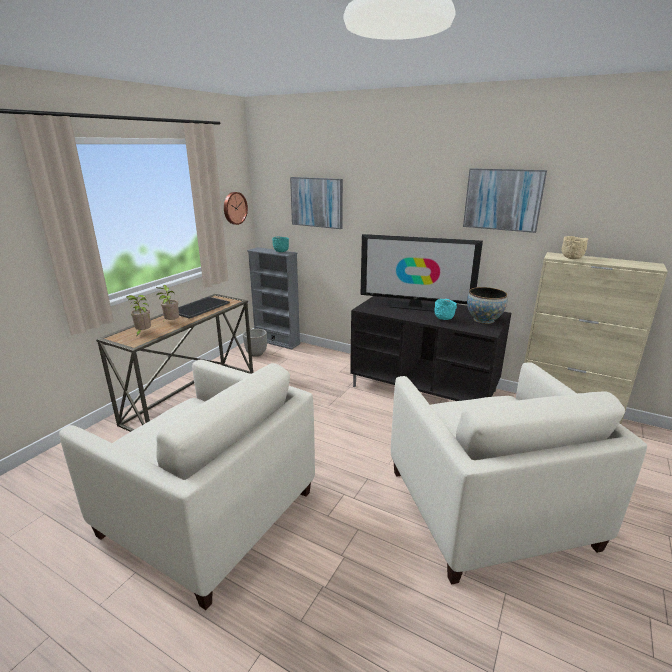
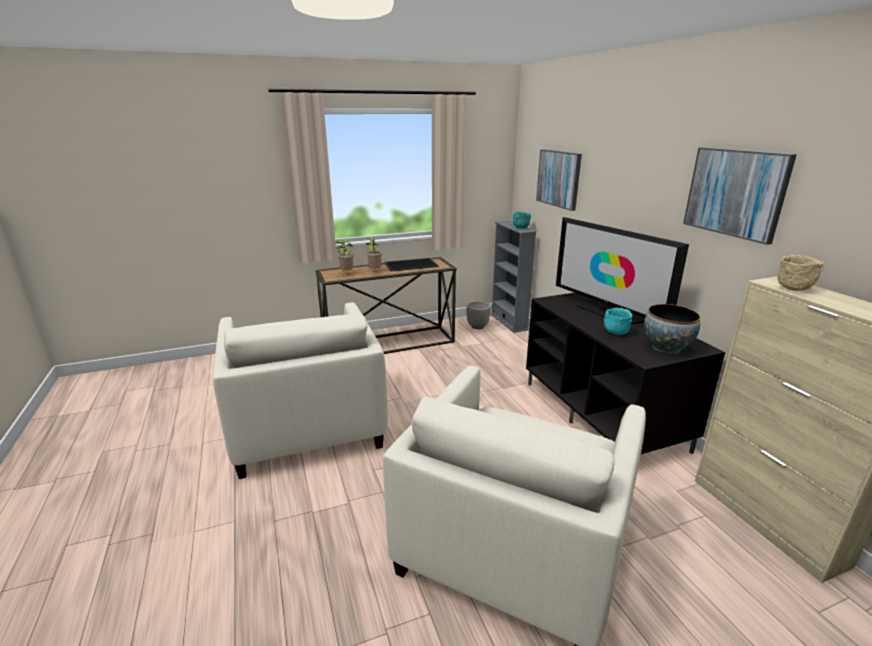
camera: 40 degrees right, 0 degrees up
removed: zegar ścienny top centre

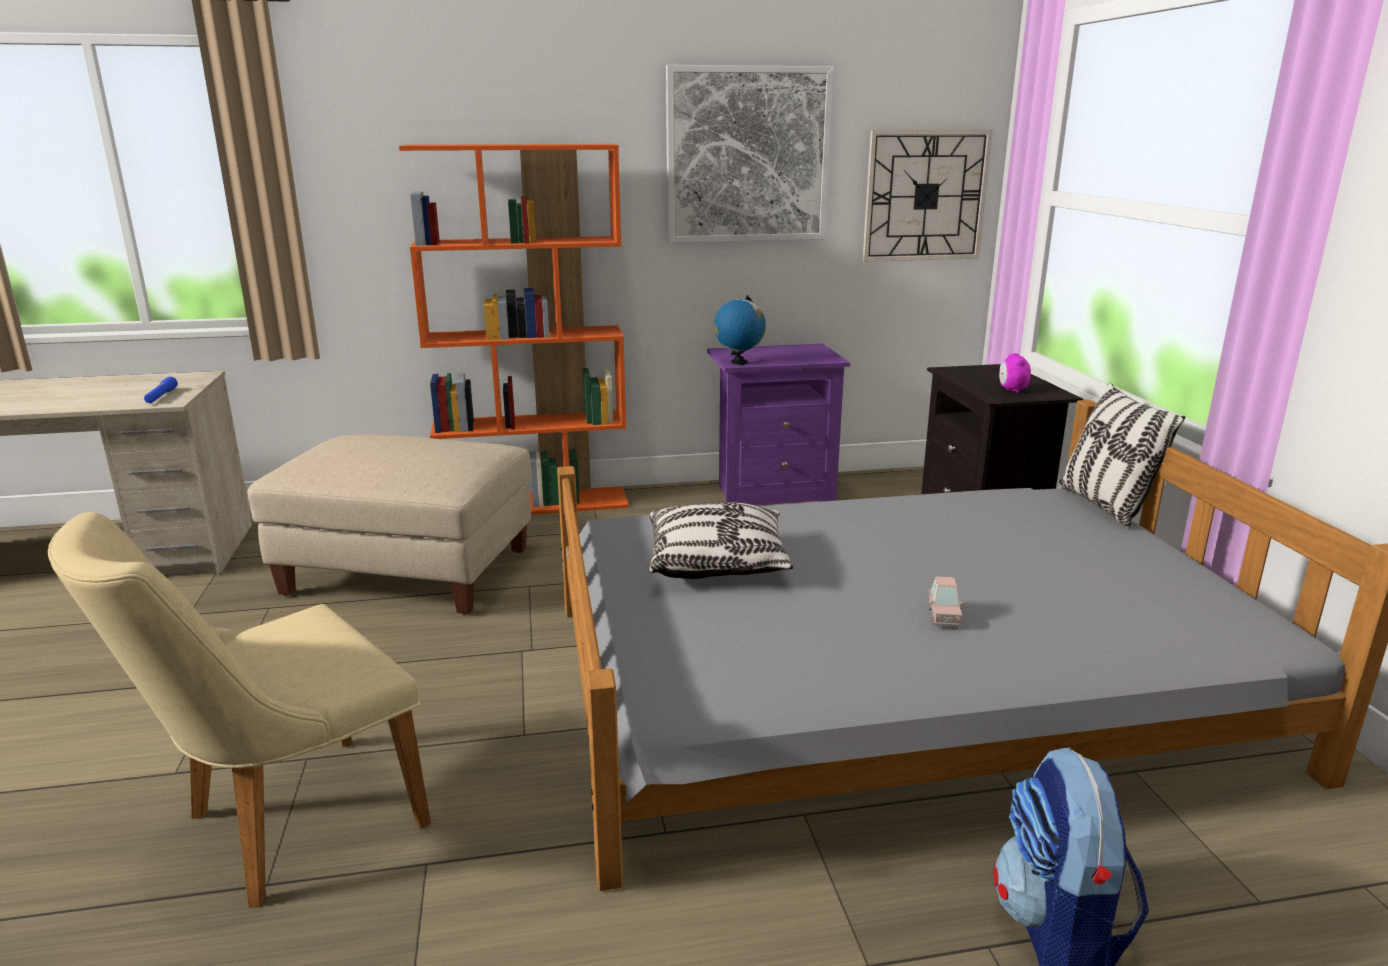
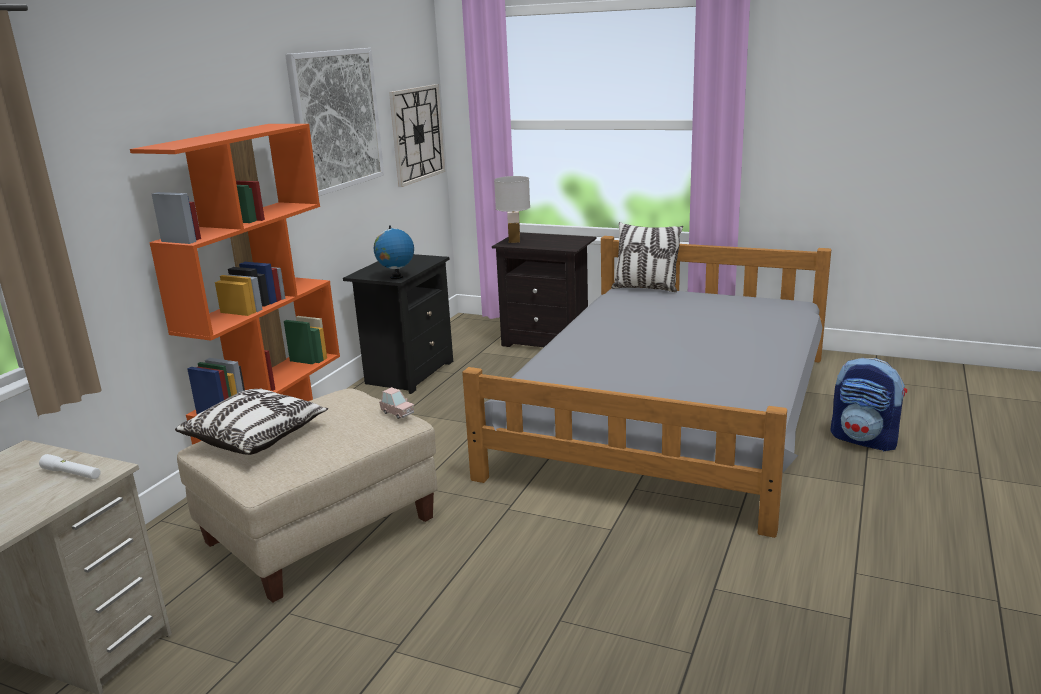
camera: 55 degrees left, 0 degrees up
removed: krzesło [beżowy] bottom left; budzik middle right
added: lampa stołowa [biały] top centre
moved: poduszka (1st from left) centre to middle left; samochodzik [różowy] middle right to centre
recoloured: latarka [niebieski] middle left to latarka [biały] bottom left; szafka nocna [fioletowy] centre to szafka nocna [czarny] (1st from left) centre

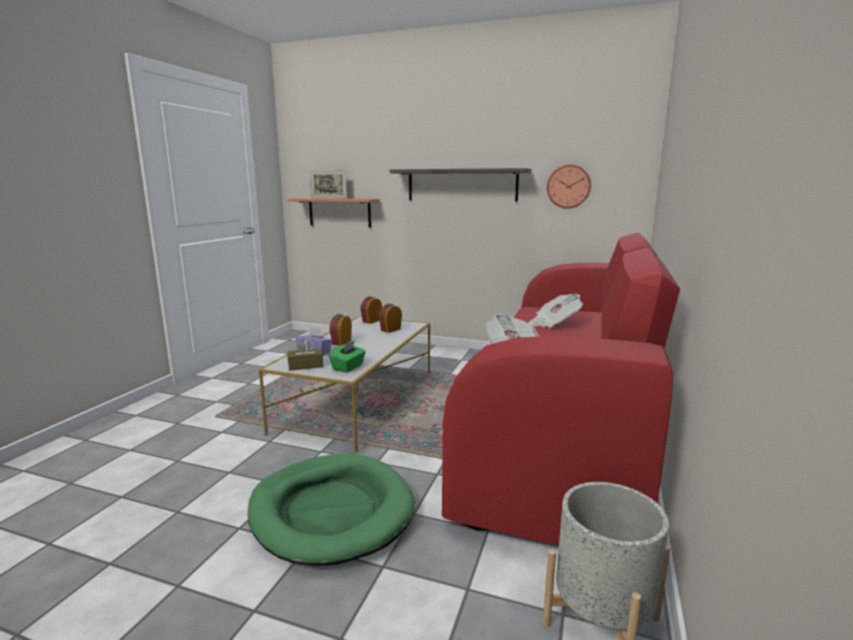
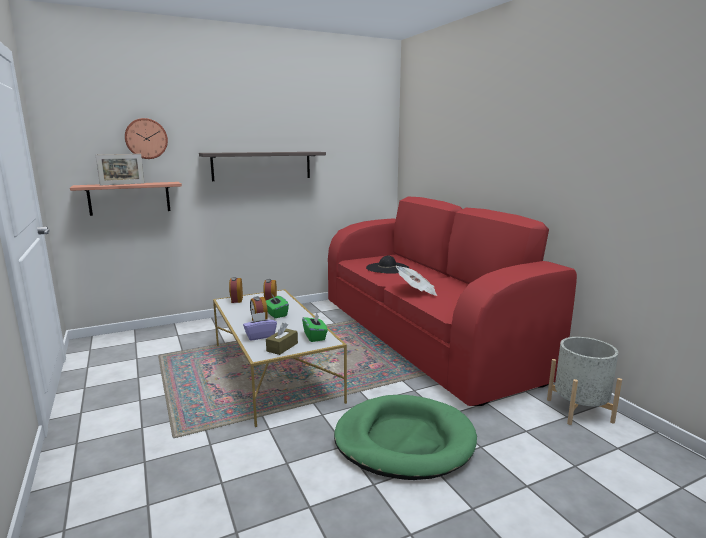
camera: 45 degrees left, 0 degrees up
added: pudełko chusteczek [zielony] (1st from left) centre
moved: zegar ścienny top right to top left
replaced: gazeta (2nd from left) centre to kapelusz [czarny] centre

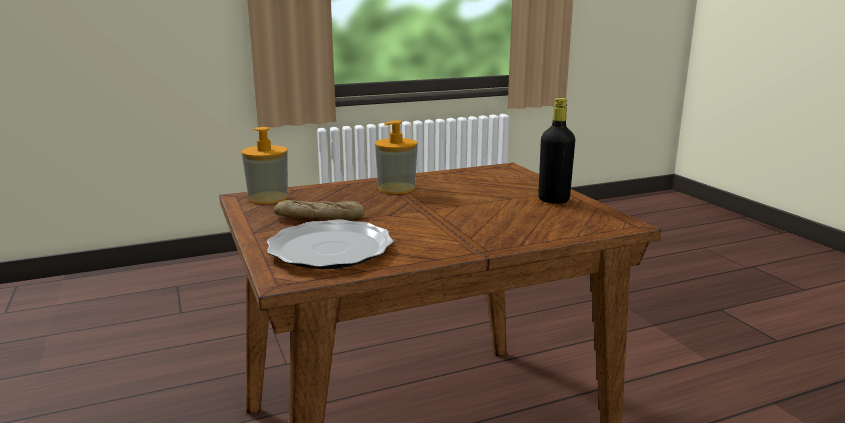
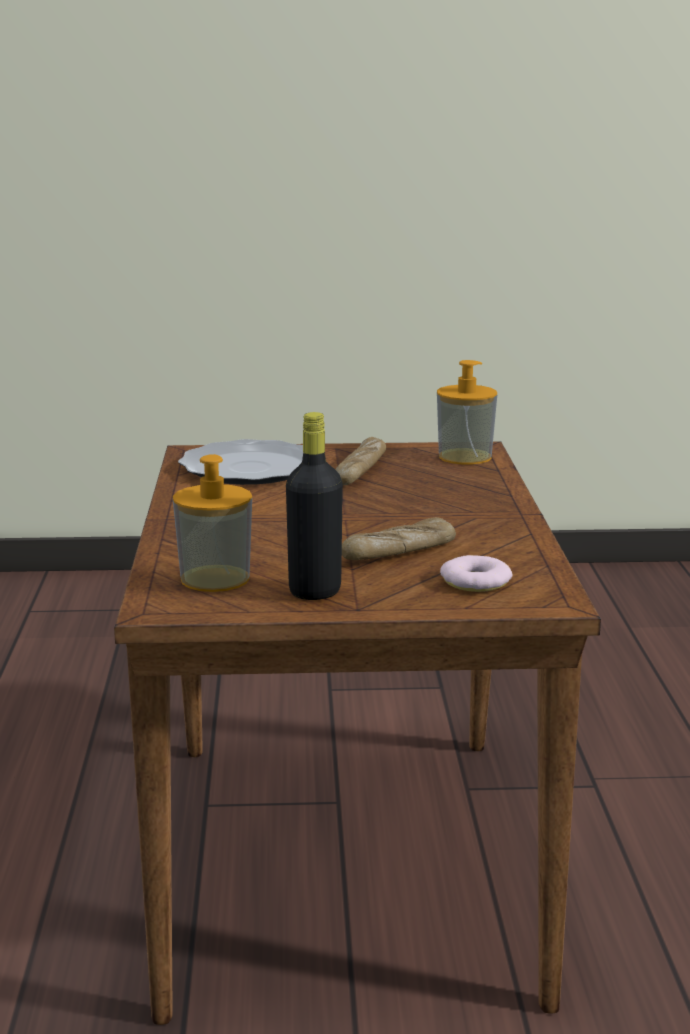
camera: 110 degrees right, 0 degrees up
added: chleb (2nd from left) centre; donut middle right
moved: dozownik mydła (2nd from left in the first image) centre to dozownik mydła (1st from left) middle left

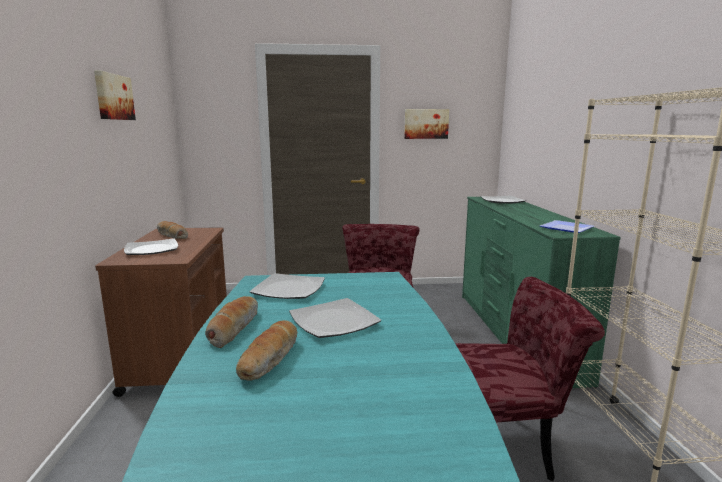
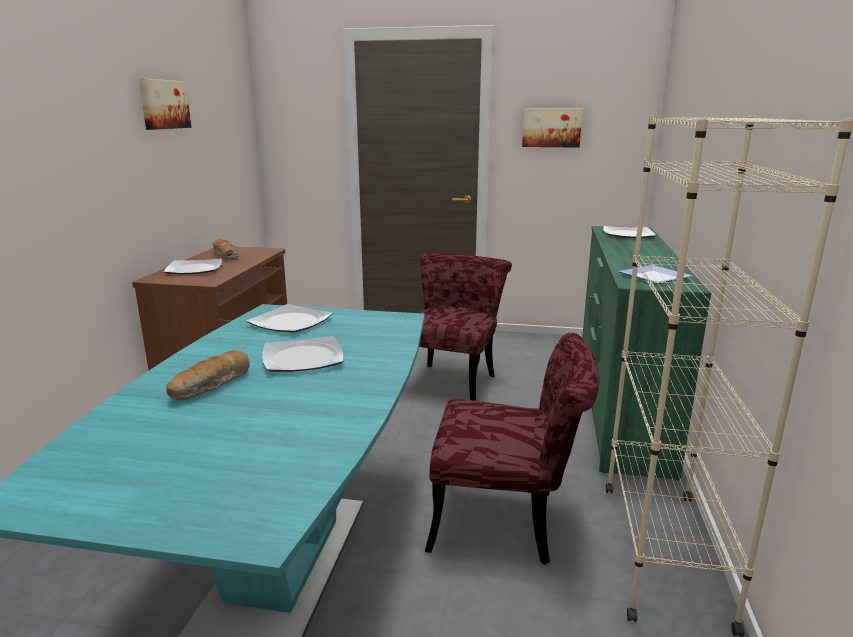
camera: 15 degrees right, 5 degrees up
removed: chleb (2nd from left) bottom left

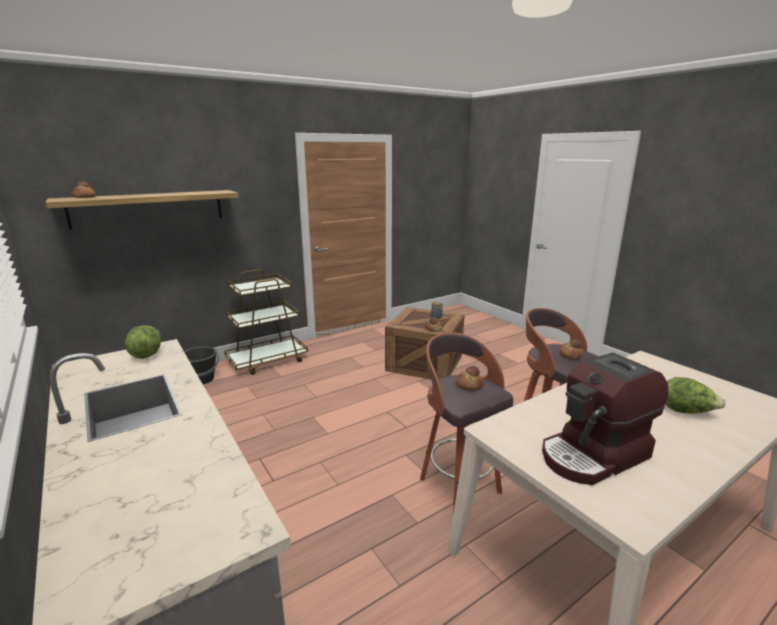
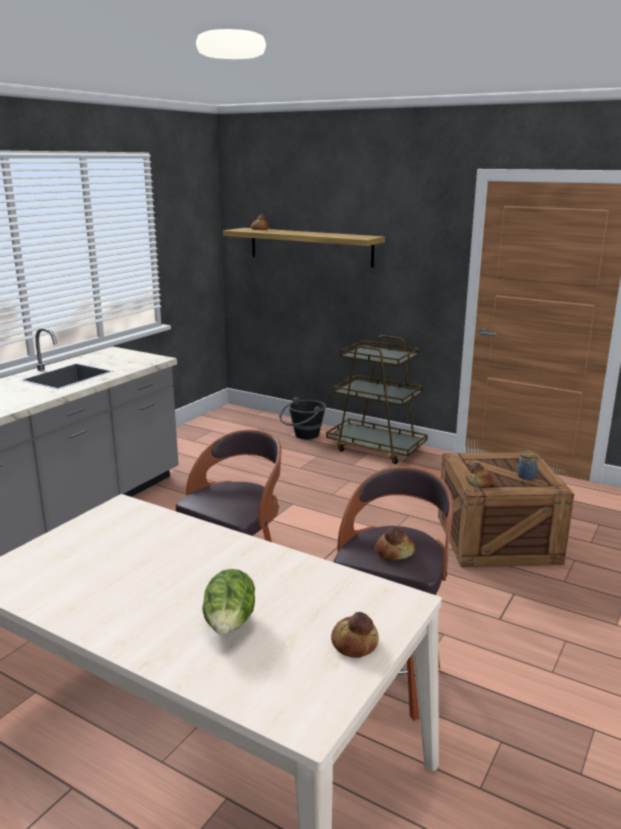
camera: 65 degrees right, 0 degrees up
removed: sałata (1st from left) middle left; ekspres do kawy bottom right
moved: chleb (3rd from left in the first image) centre to chleb (2nd from left) bottom centre

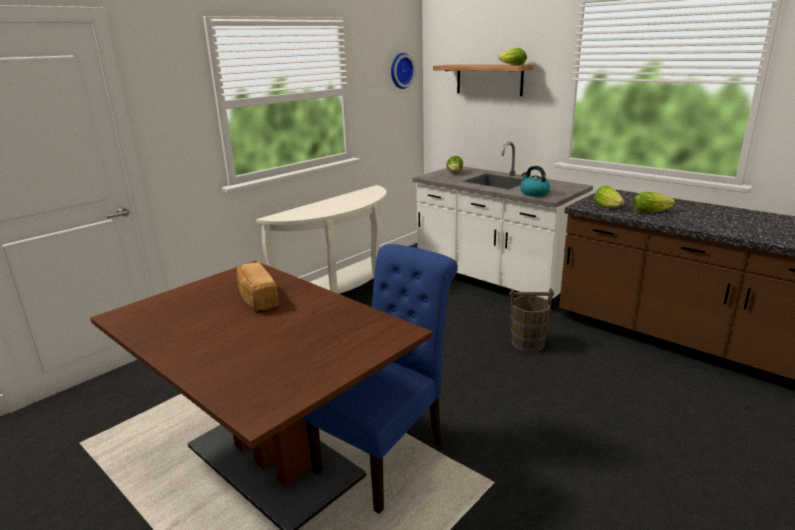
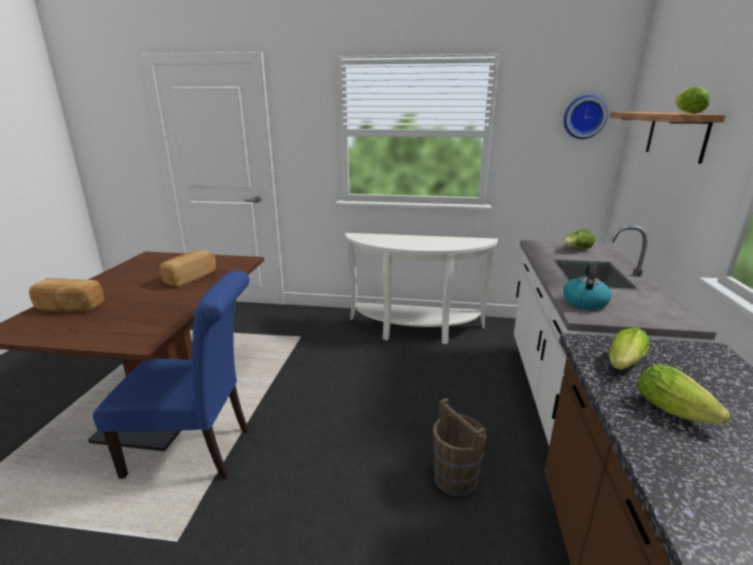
camera: 55 degrees right, 0 degrees up
added: chleb (1st from left) middle left

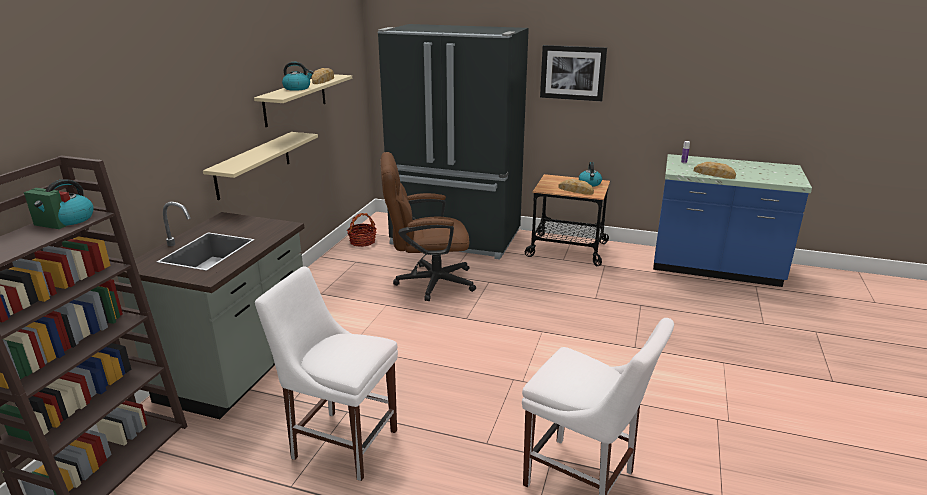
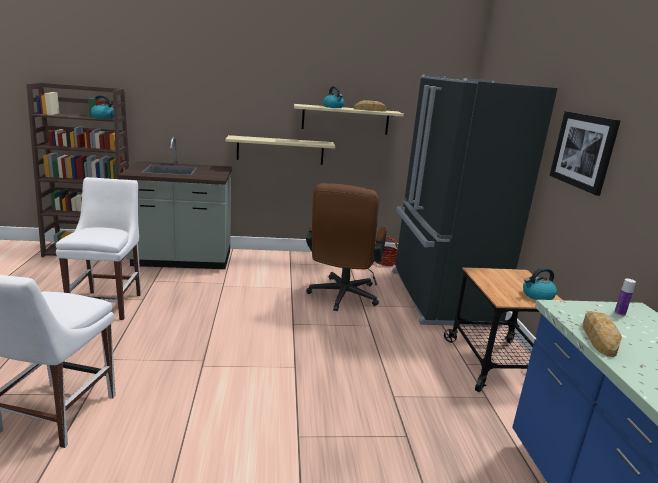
camera: 65 degrees right, 5 degrees down
removed: chleb (2nd from left) centre
turned: krzesło biurowe [brązowy] centre = centre 135 degrees counterclockwise

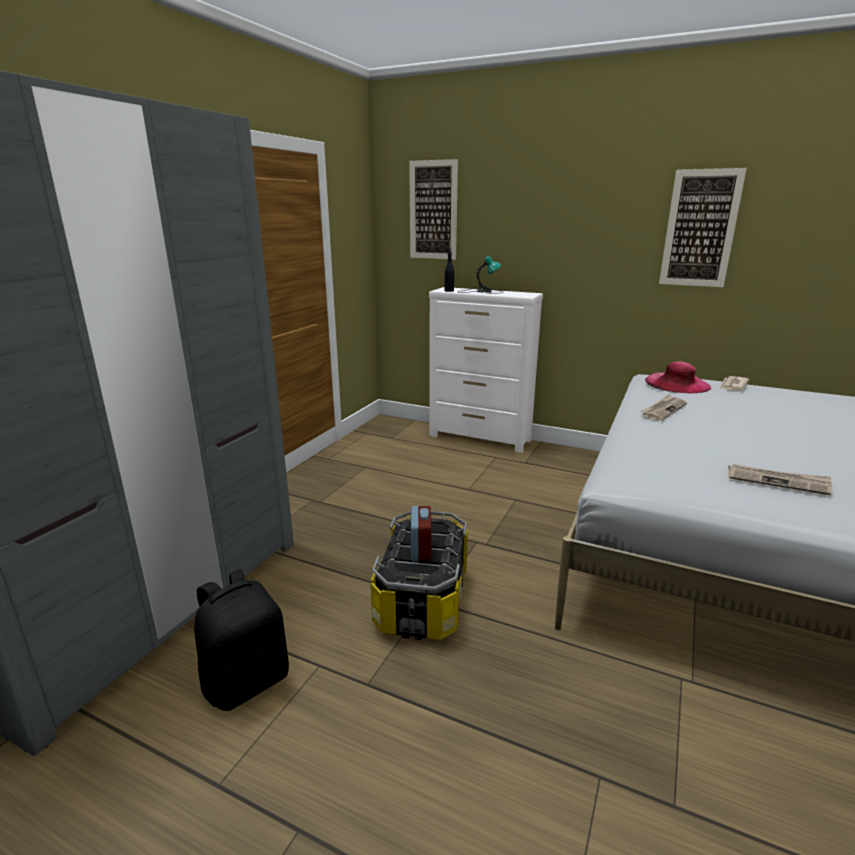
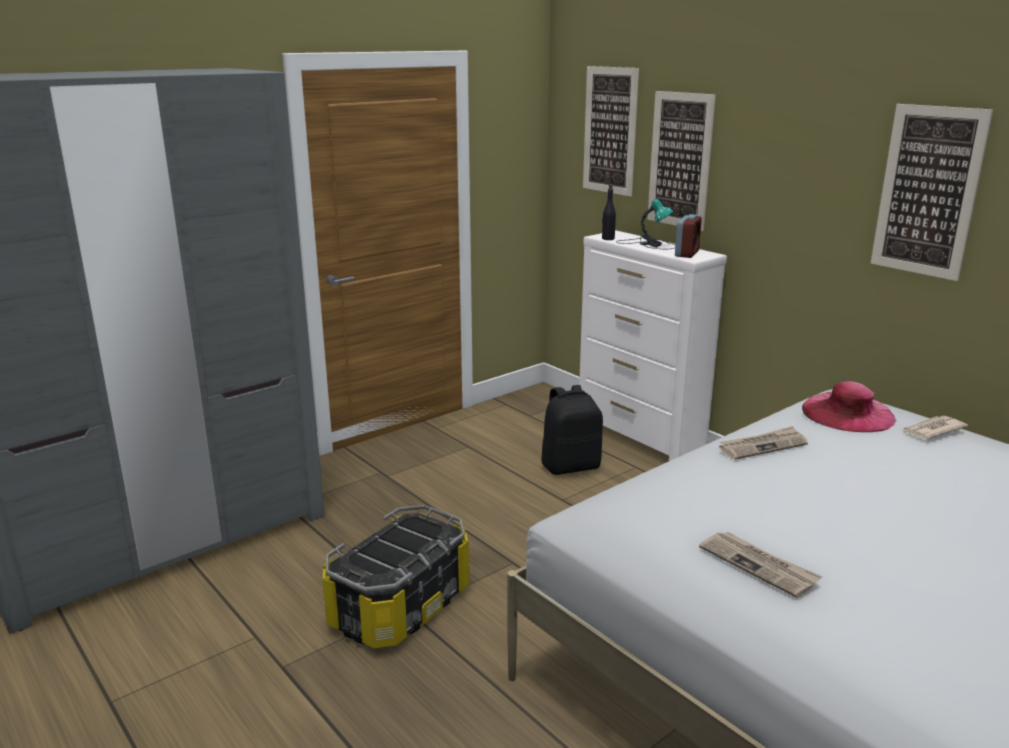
camera: 25 degrees right, 0 degrees up
added: obraz (2nd from left) top right
moved: plecak [czarny] bottom left to centre; budzik centre to top right

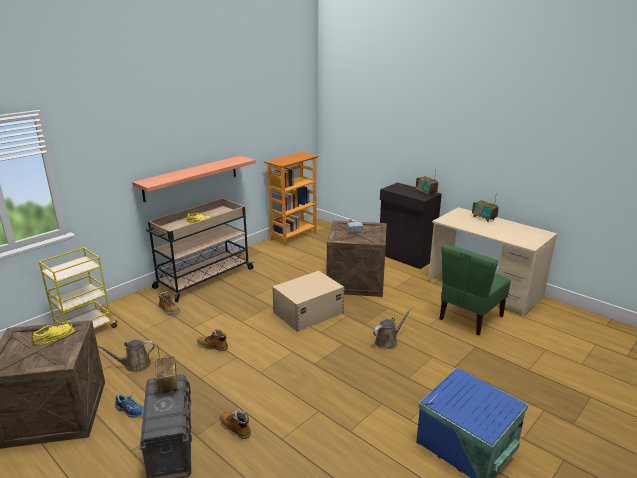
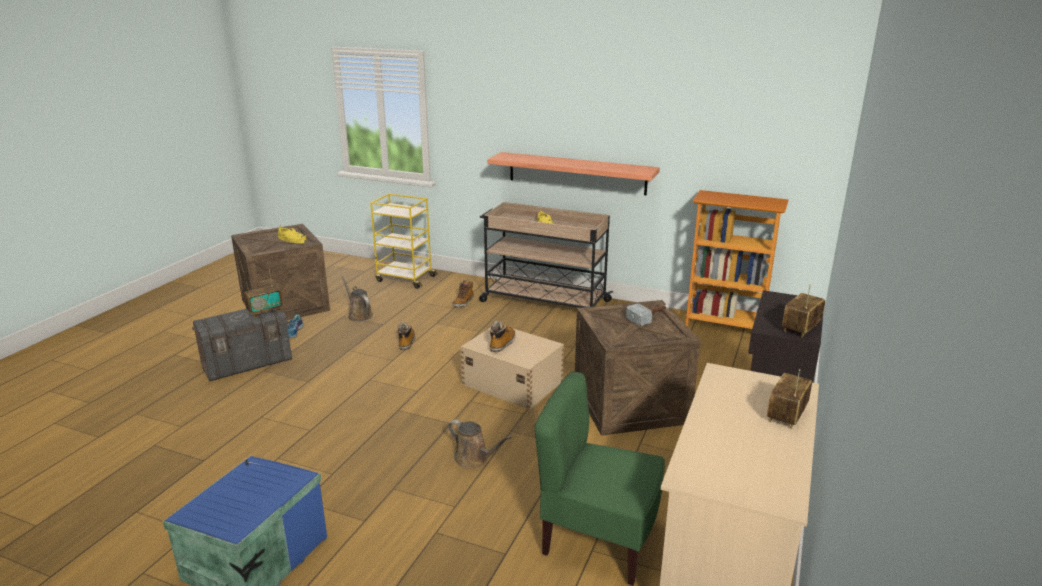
camera: 70 degrees right, 0 degrees up
moved: but z cholewką (3rd from left) bottom centre to centre

